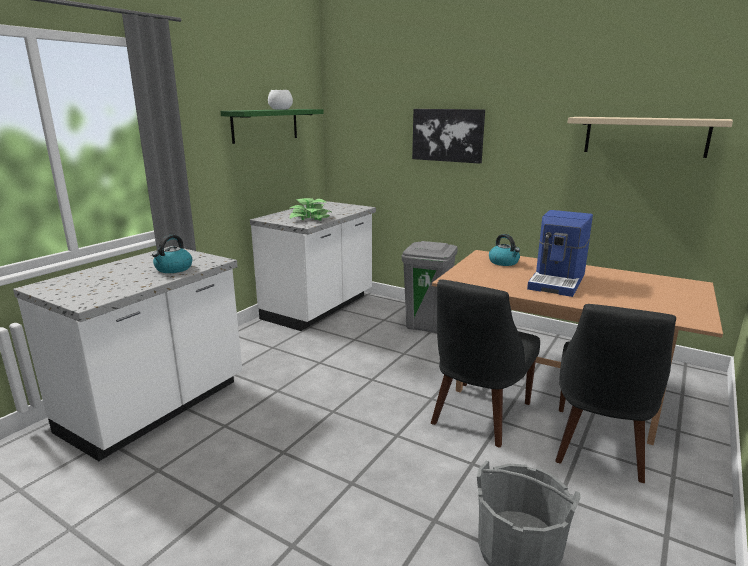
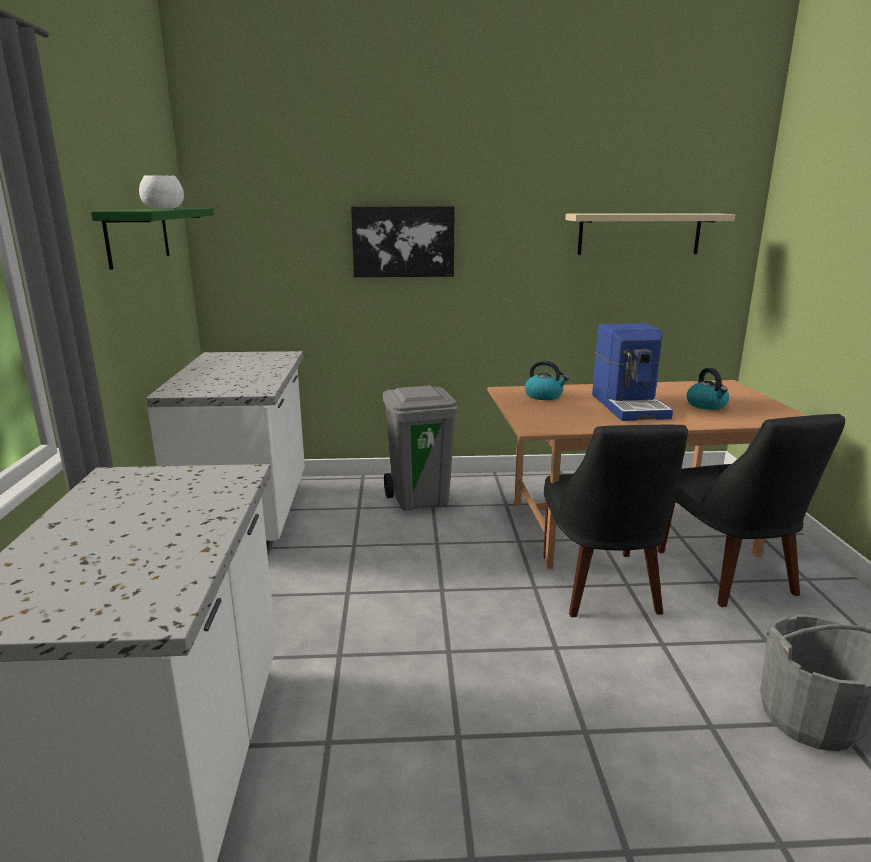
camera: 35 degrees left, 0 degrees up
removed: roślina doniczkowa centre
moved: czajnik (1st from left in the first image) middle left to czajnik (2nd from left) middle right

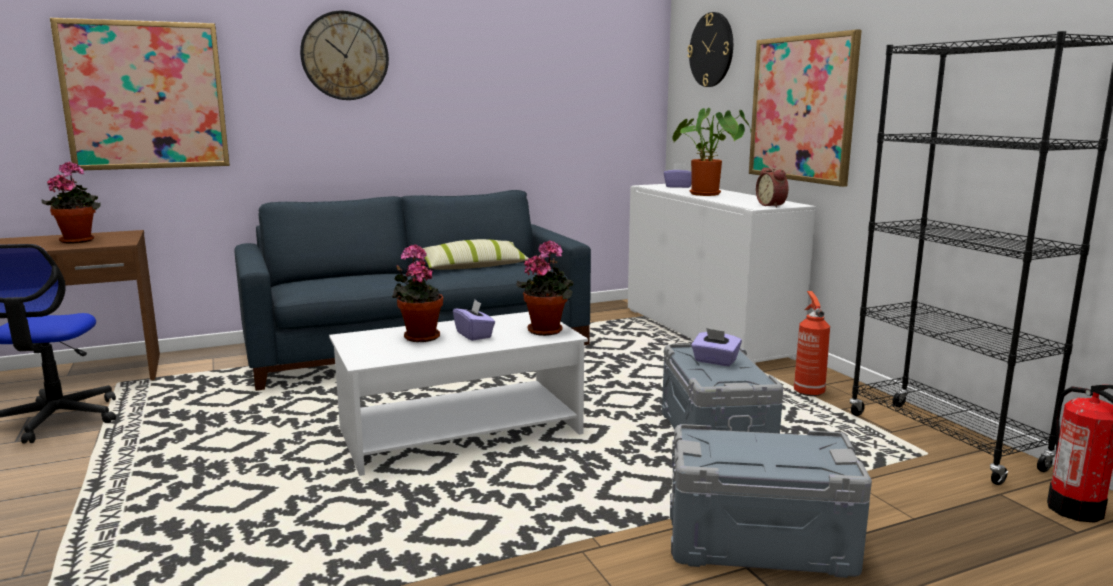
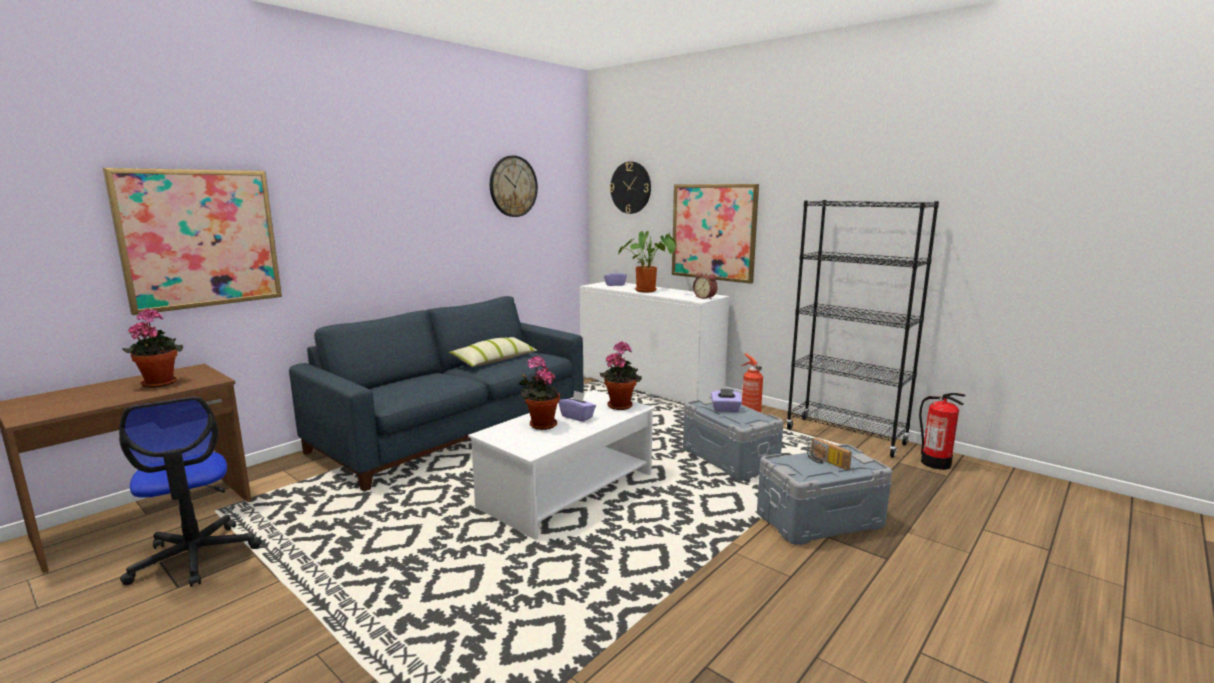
camera: 25 degrees left, 0 degrees up
added: radio middle right
moved: zegar ścienny (1st from left) top left to top centre

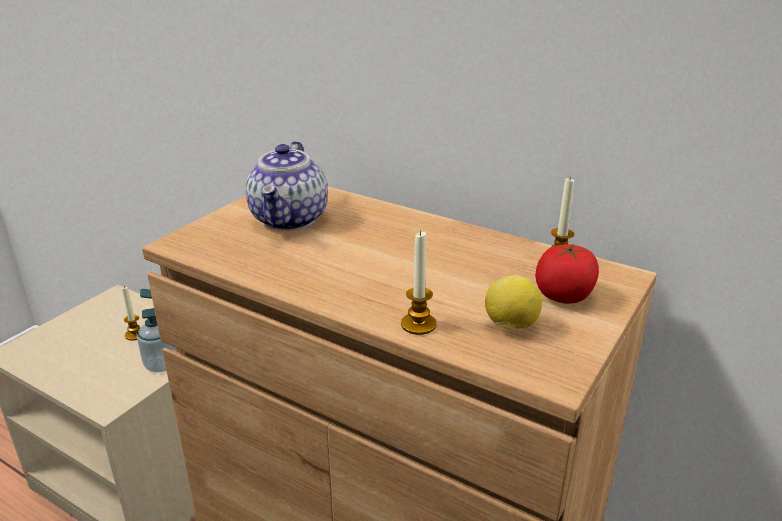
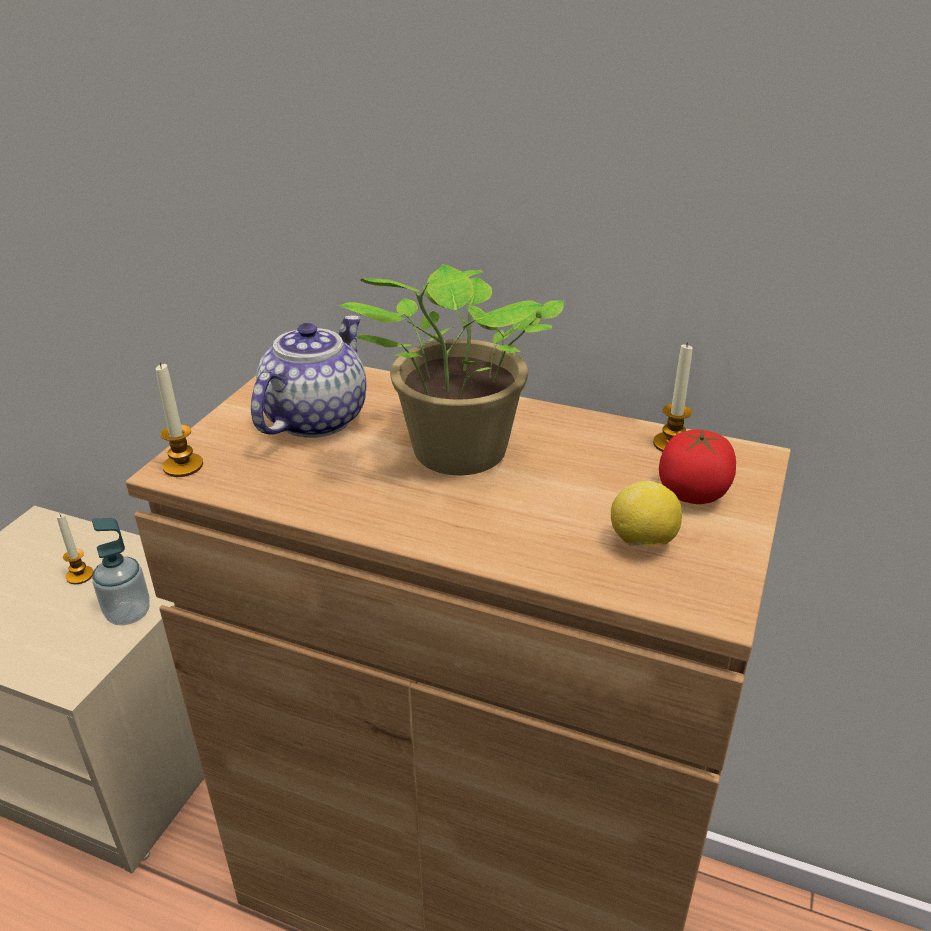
camera: 10 degrees left, 5 degrees up
added: roślina doniczkowa centre
moved: świeca (2nd from left) centre to middle left
turned: imbryk centre = middle left 150 degrees counterclockwise

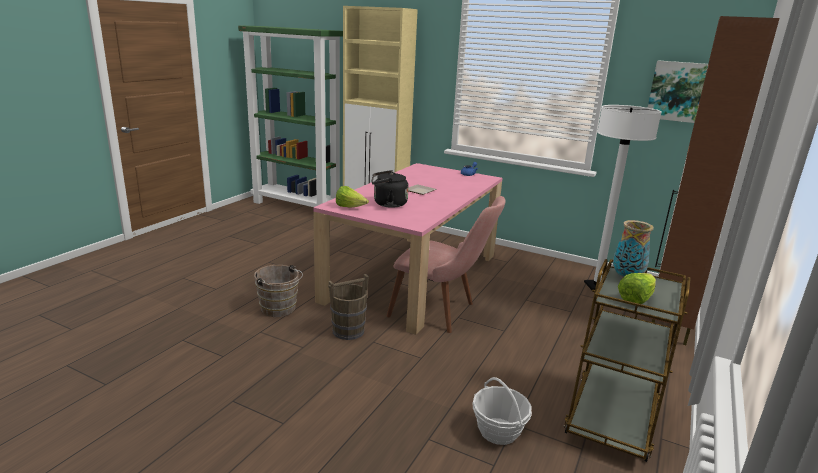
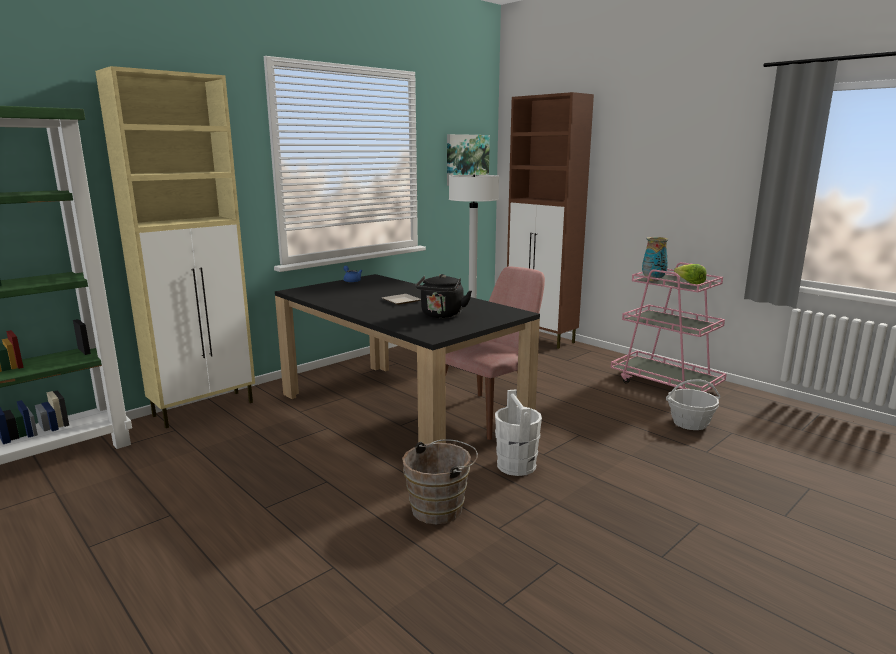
camera: 70 degrees left, 5 degrees down
removed: sałata (1st from left) centre
recoloured: stół jadalny [różowy] centre to stół jadalny [czarny] centre; wiadro [brązowy] (2nd from left) centre to wiadro [biały] centre; wózek [brązowy] bottom right to wózek [różowy] middle right

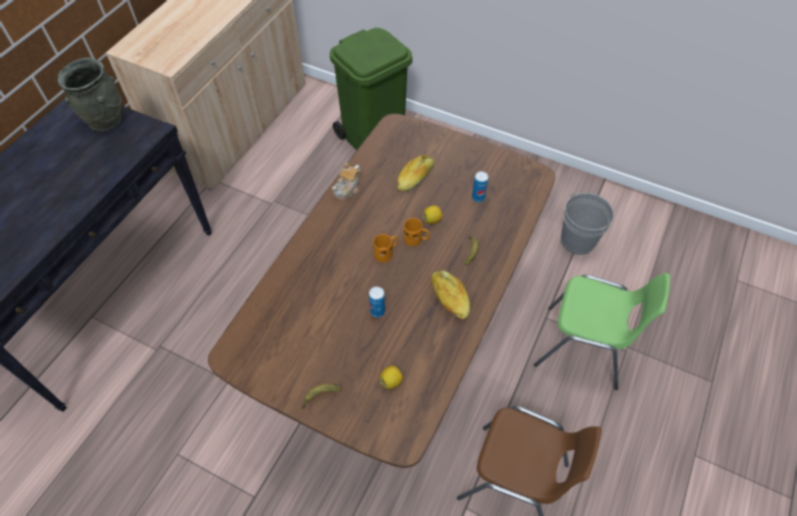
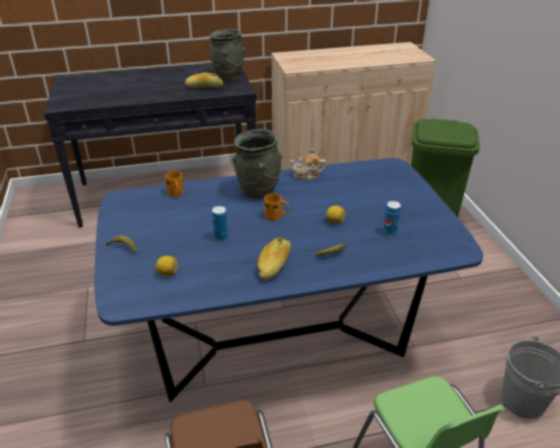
camera: 50 degrees right, 20 degrees down
added: wazon [szary] (2nd from left) centre
moved: kubek [pomarańczowy] (2nd from left in the first image) centre to kubek [pomarańczowy] (1st from left) middle left; chleb (1st from left) centre to top centre
recoloured: stół jadalny [brązowy] centre to stół jadalny [niebieski] centre

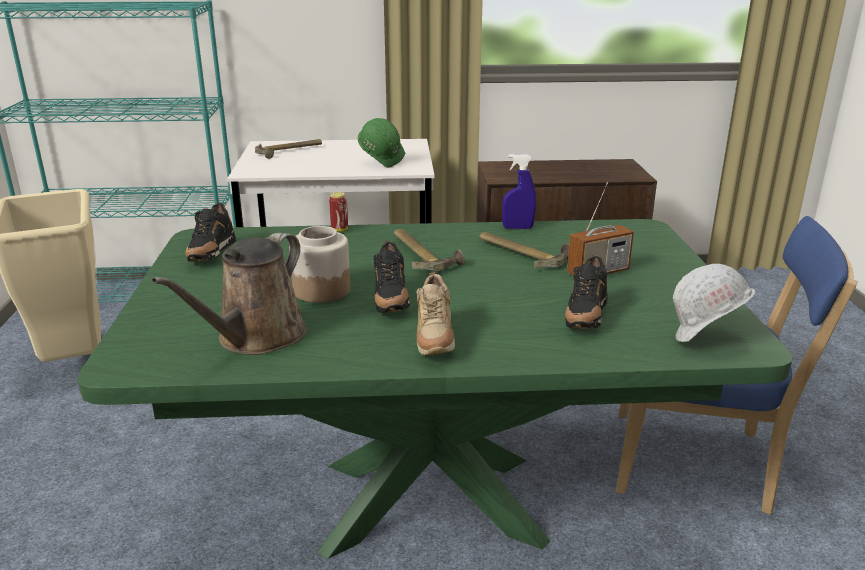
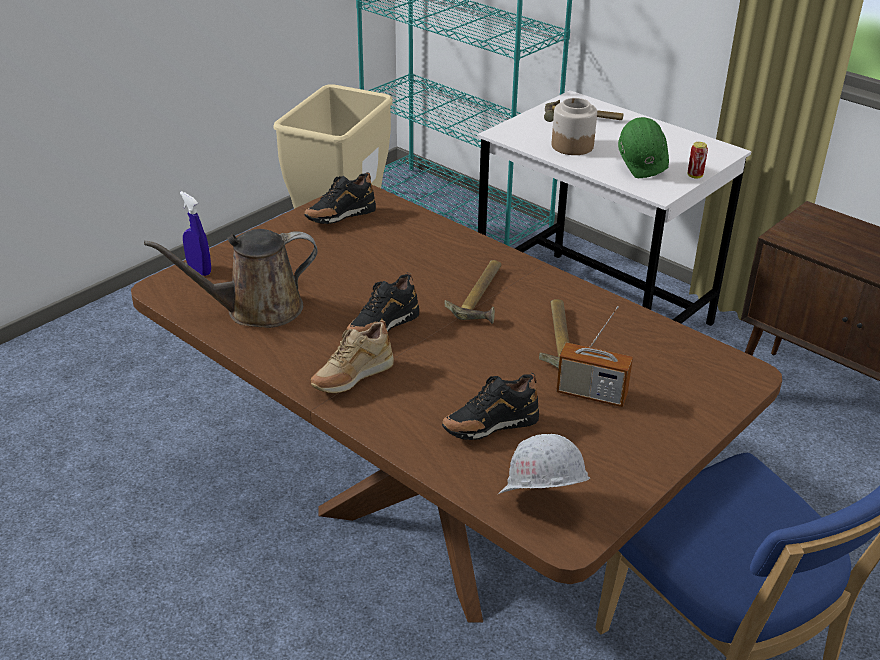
camera: 45 degrees right, 10 degrees up
moved: spryskiwacz [niebieski] centre to middle left; słoik centre to top centre; puszka centre to top right
recoloured: stół jadalny [zielony] bottom centre to stół jadalny [brązowy] centre

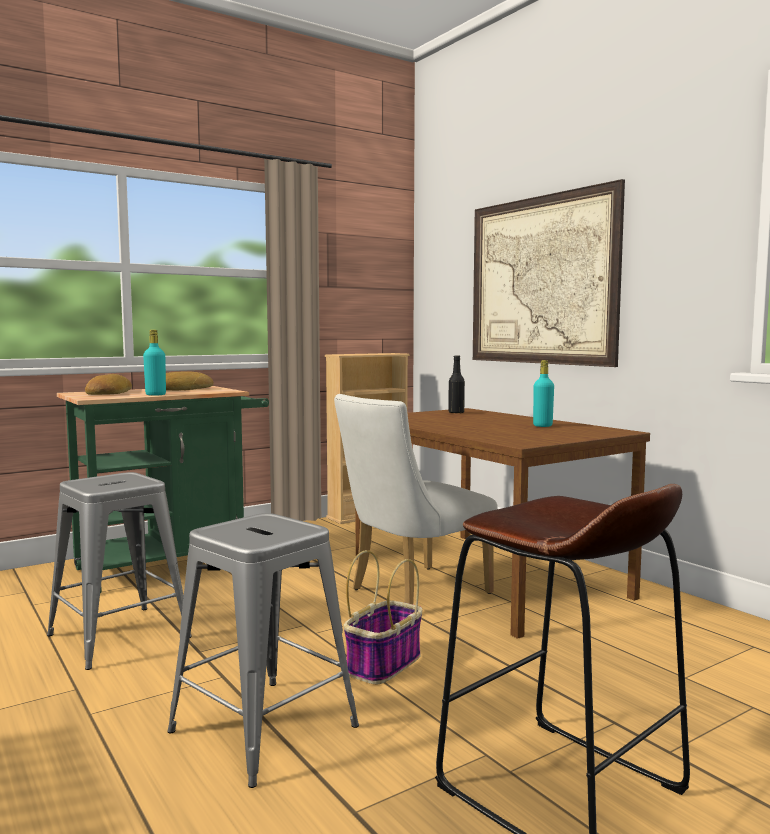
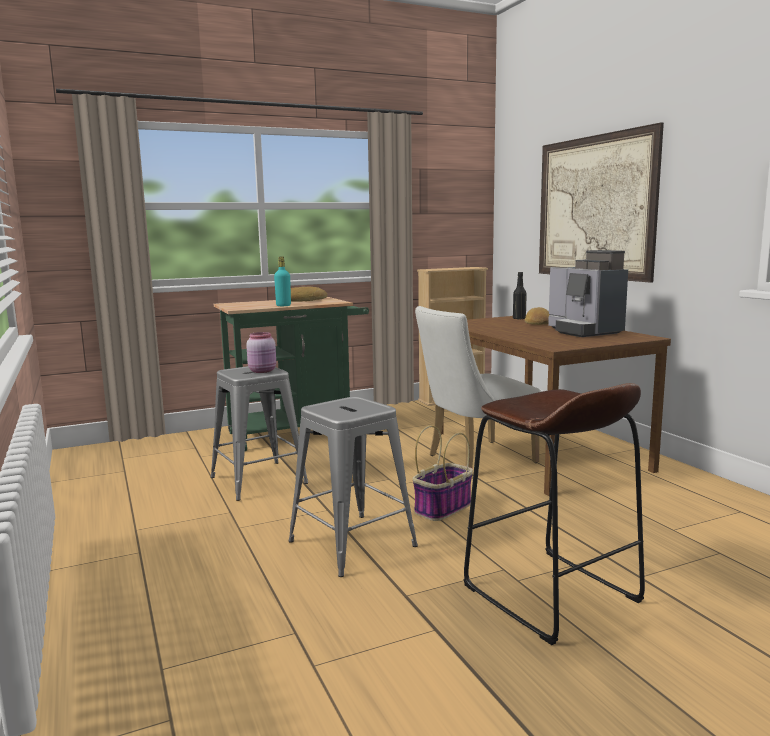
camera: 10 degrees right, 5 degrees up
added: słoik [różowy] centre
moved: chleb (1st from left in the first image) middle left to chleb (2nd from left) middle right
replaced: butelka [turkusowy] (2nd from left) middle right to ekspres do kawy middle right

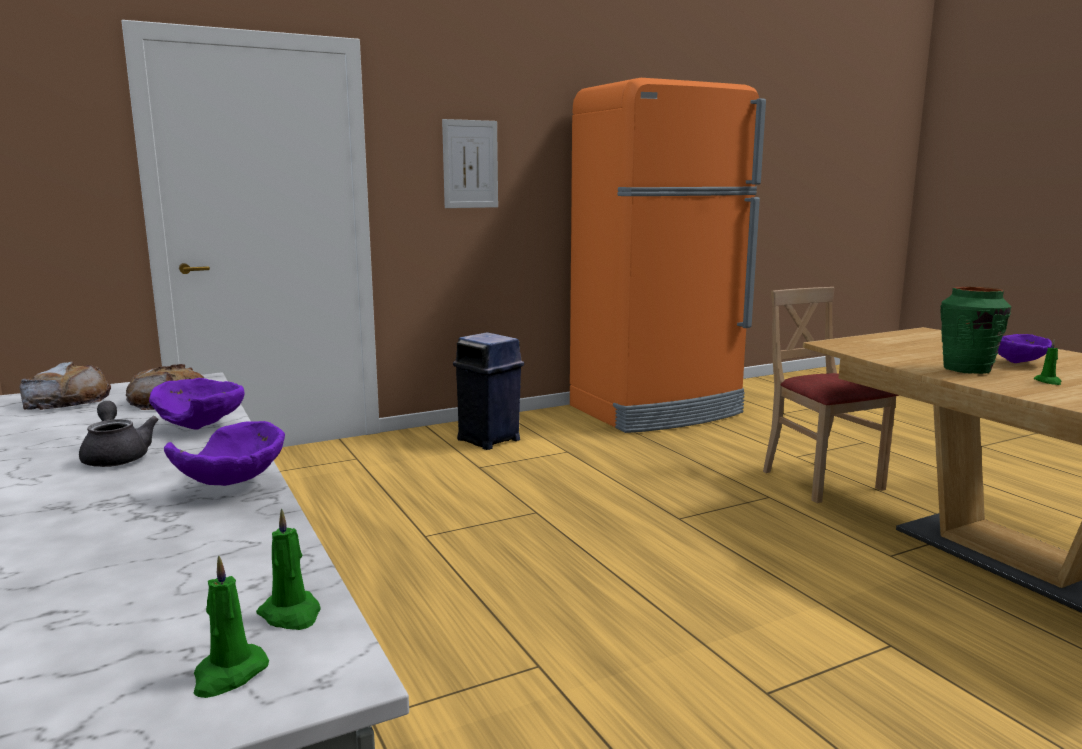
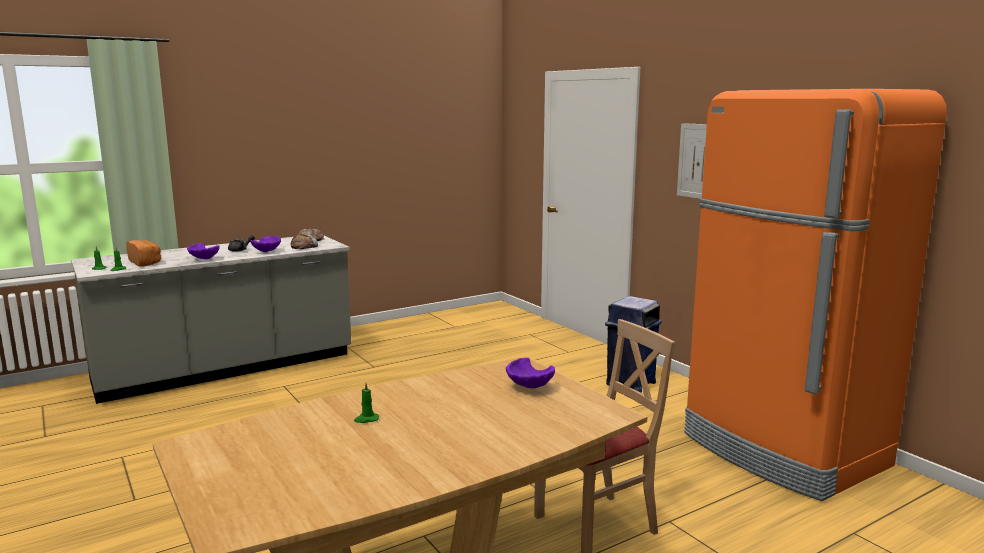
camera: 85 degrees right, 0 degrees up
removed: wazon [zielony] middle right
added: chleb (1st from left) middle left
moved: miska [fioletowy] (3rd from left) middle right to bottom centre

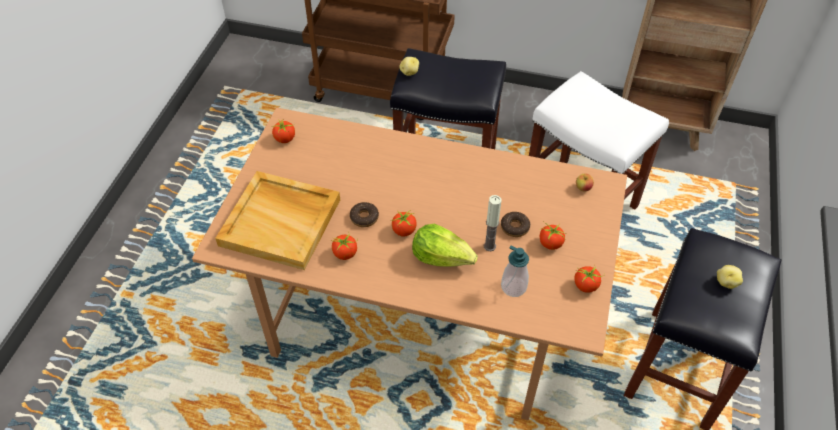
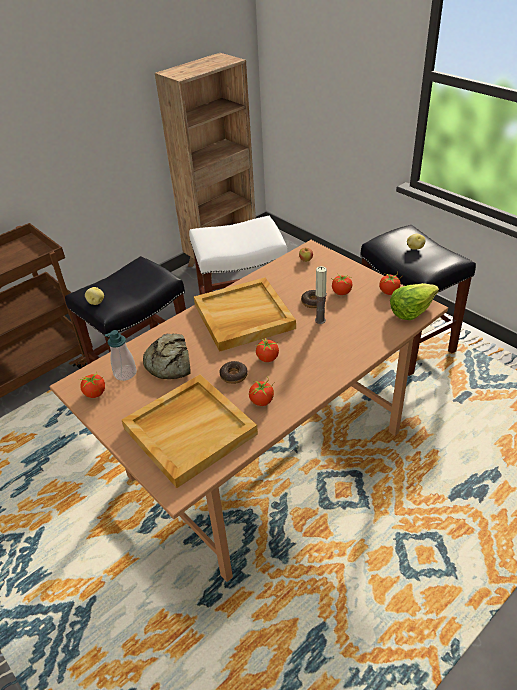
camera: 55 degrees left, 10 degrees down
added: chleb middle left; taca [beżowy] (2nd from left) centre
moved: dozownik mydła centre to middle left; sałata centre to middle right

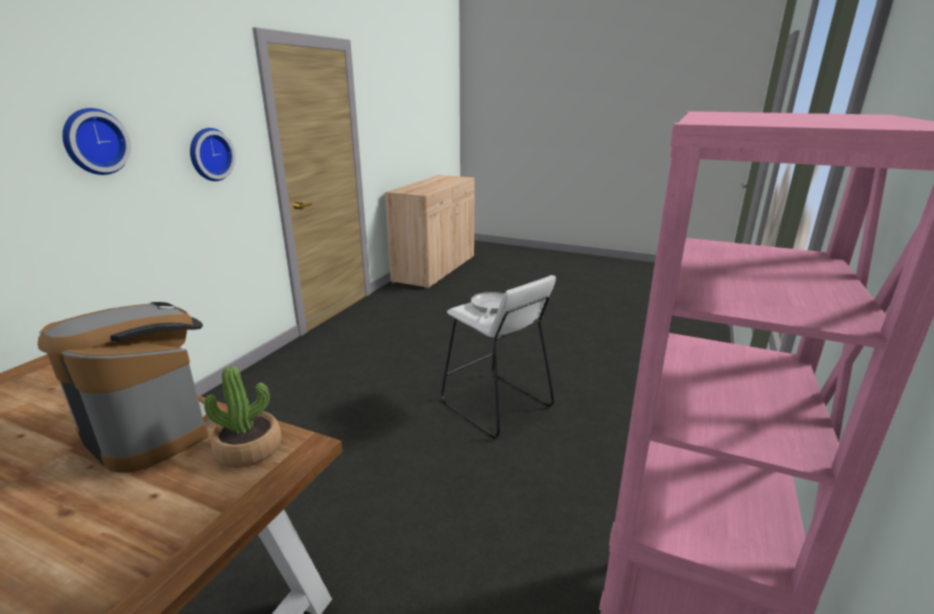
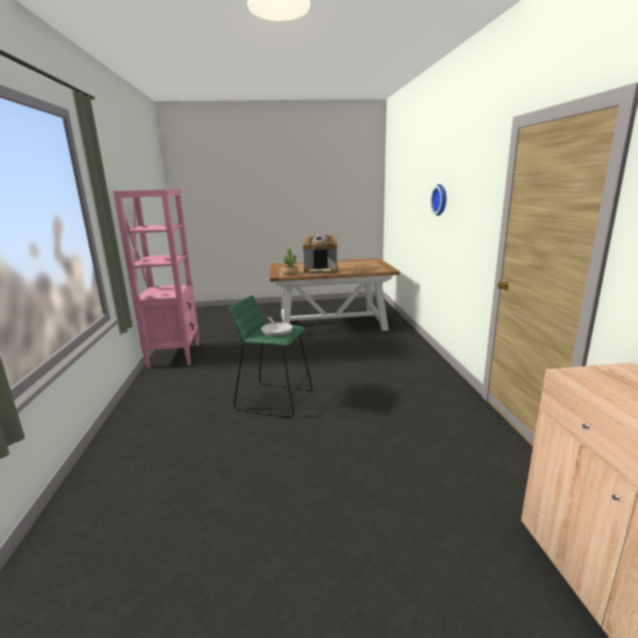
camera: 150 degrees right, 5 degrees down
removed: zegar ścienny (2nd from left) top left
recoloured: stołek [biały] centre to stołek [zielony] centre

